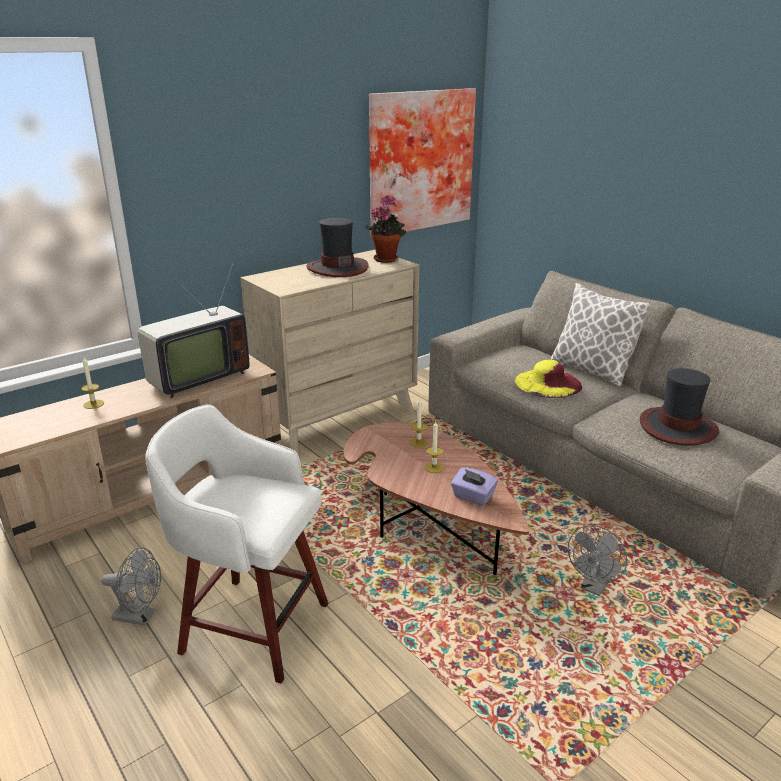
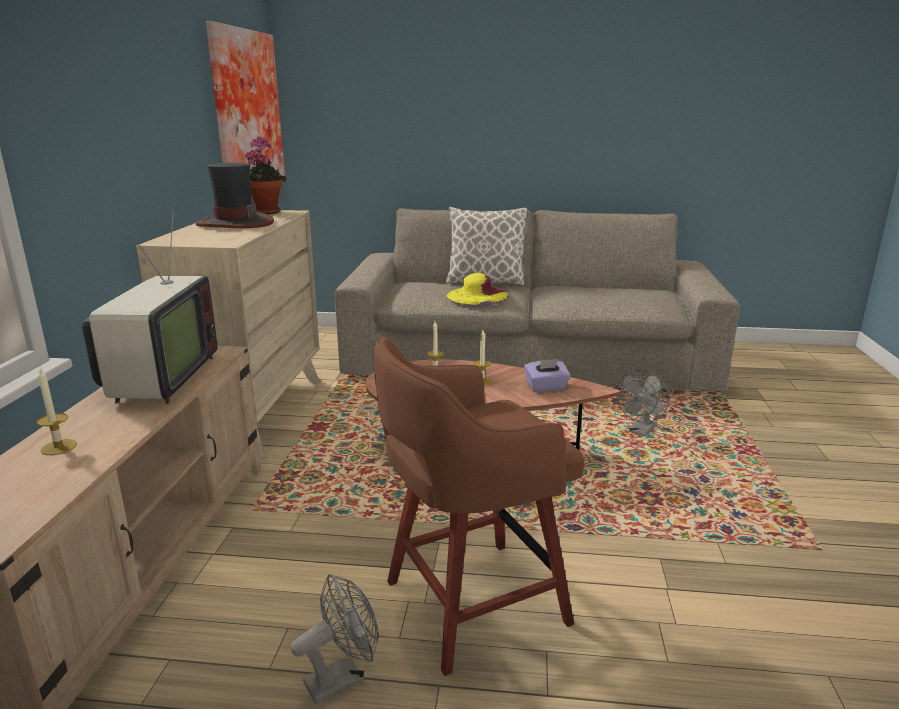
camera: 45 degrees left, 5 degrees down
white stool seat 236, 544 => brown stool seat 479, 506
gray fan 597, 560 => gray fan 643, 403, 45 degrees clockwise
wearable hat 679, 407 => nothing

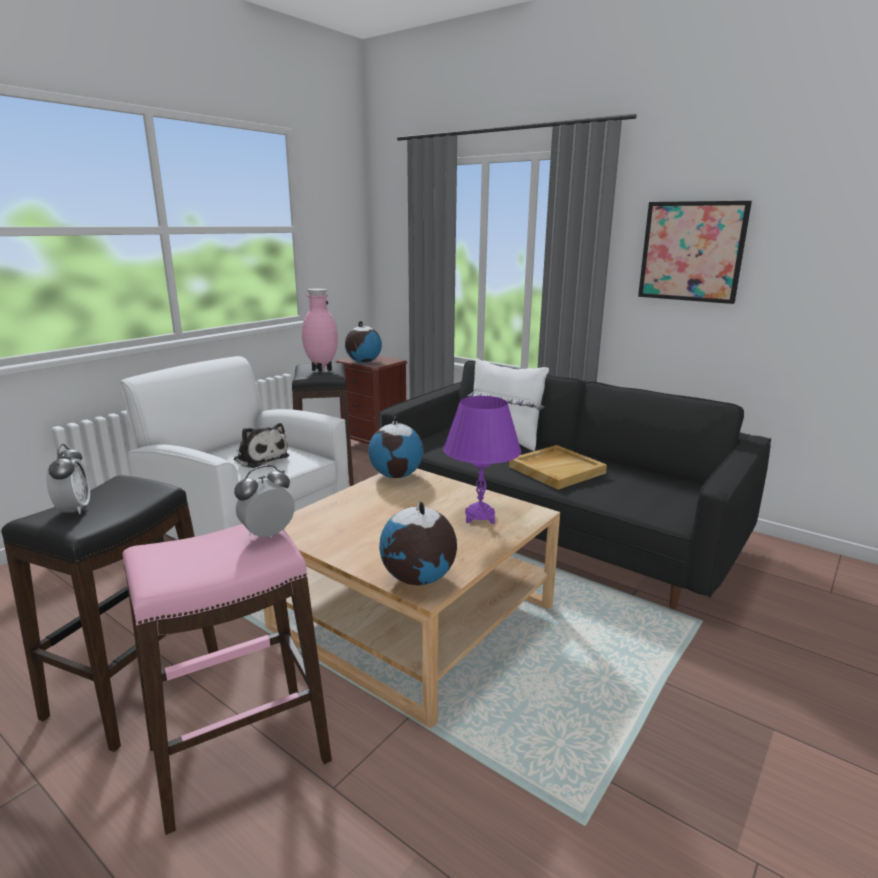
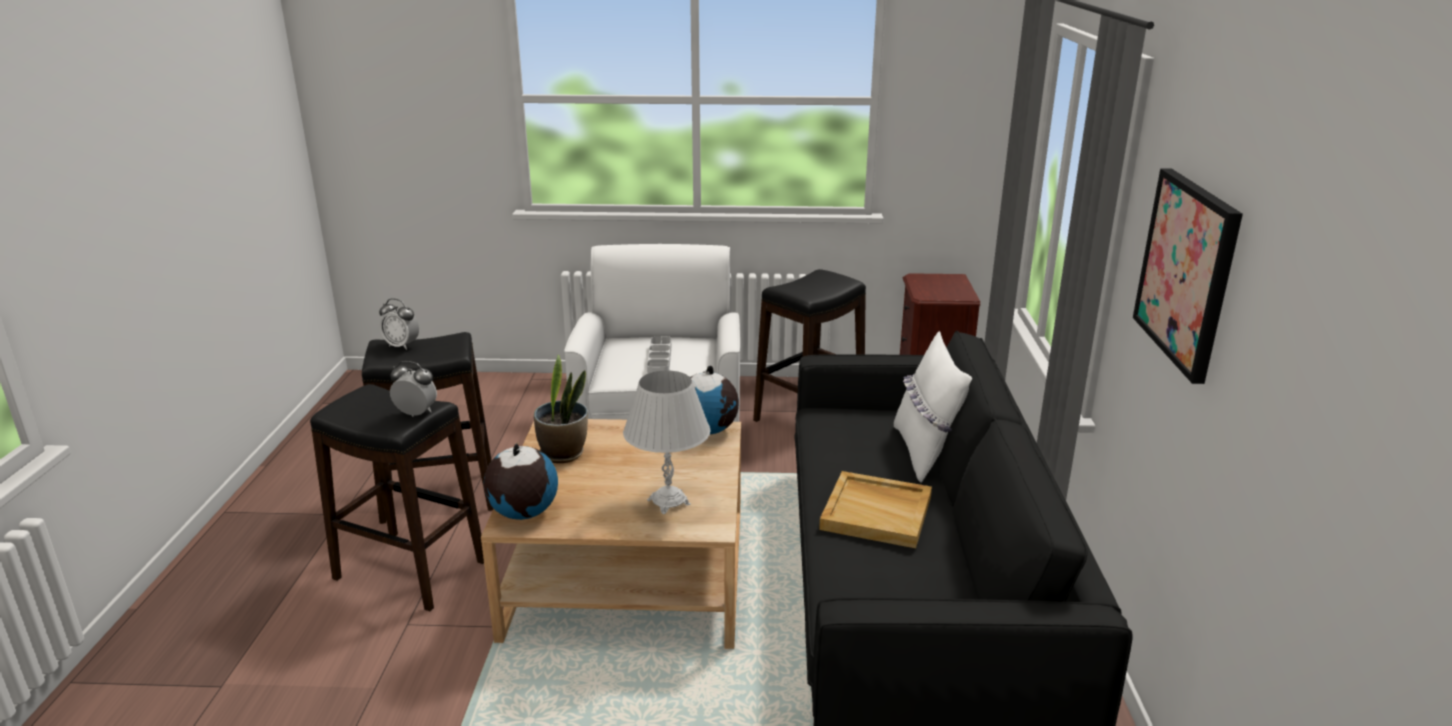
camera: 55 degrees right, 5 degrees up
pink-coloured stool seat 227, 679 => black-coloured stool seat 397, 497
alarm clock 68, 479 => alarm clock 399, 324, 75 degrees clockwise
nothing => plant in a pot 561, 408
purple-coloured table lamp 482, 460 => white table lamp 667, 442
cuddly toy 261, 445 => gray tray 659, 355
pink-coloured decorative vase 320, 330 => nothing
desk globe 363, 342 => nothing

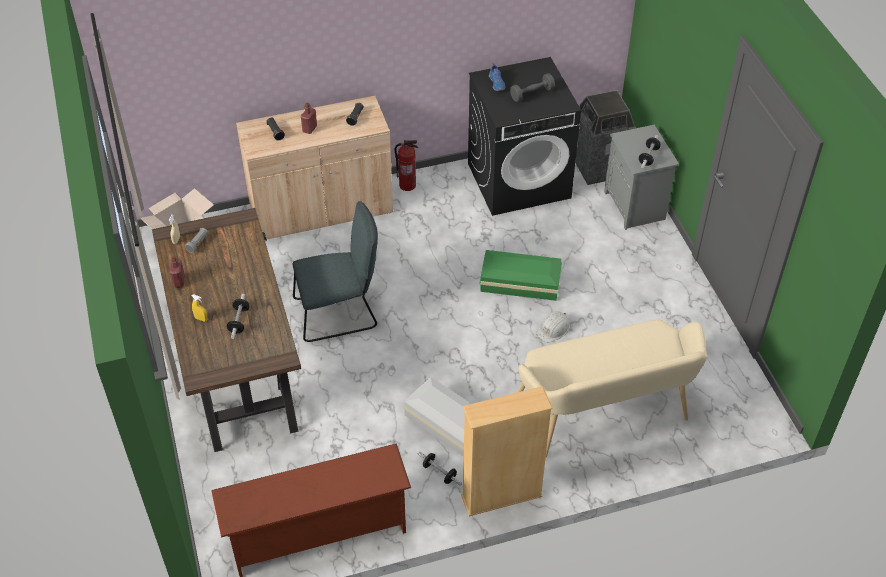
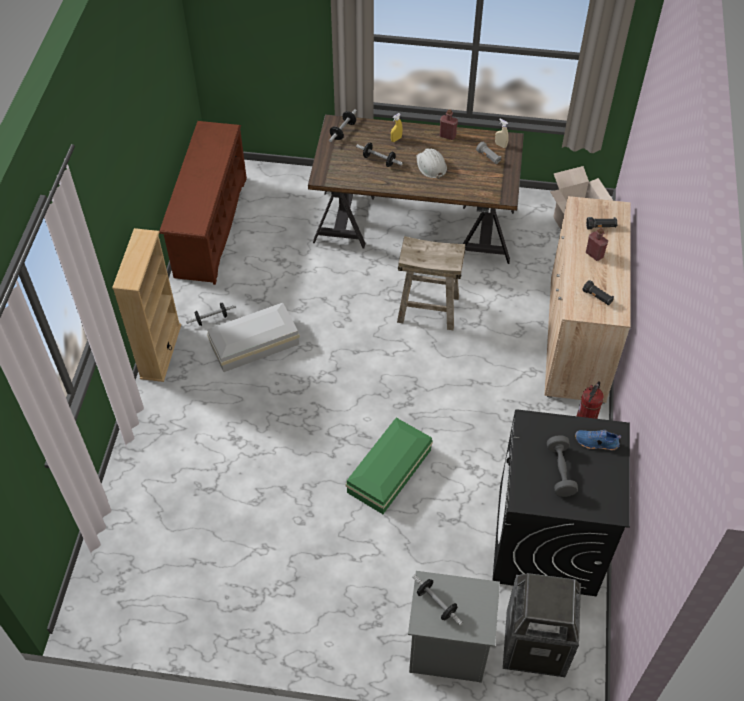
camera: 115 degrees right, 5 degrees up
nothing => free weight 343, 125
gray plain chair 335, 271 => sand-coloured stool seat 431, 283
white hard hat 553, 327 => white hard hat 432, 163, shifted
sand-coloured bench 612, 388 => nothing

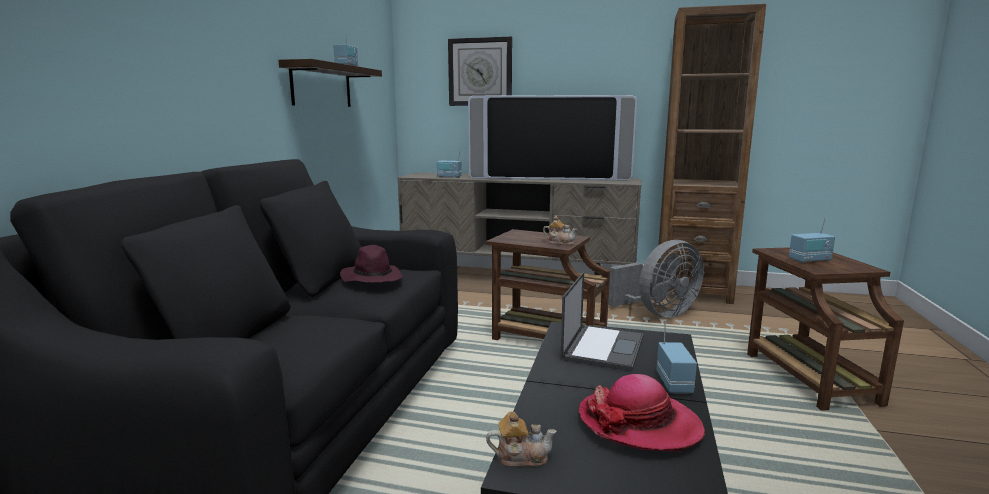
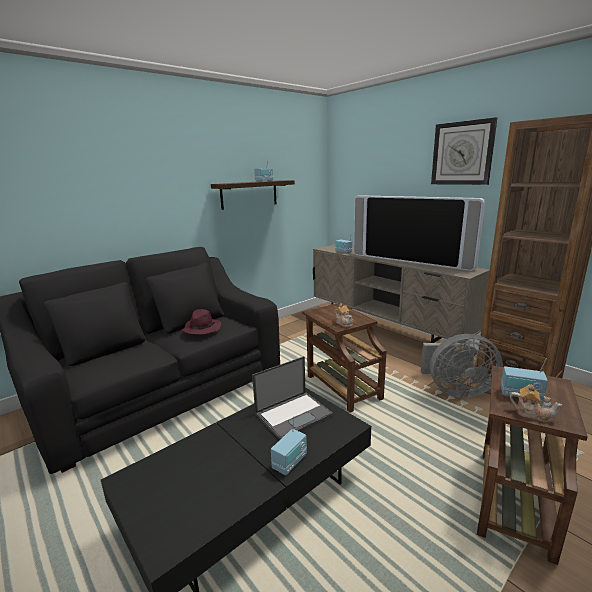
camera: 35 degrees right, 5 degrees up
hanging clock 480, 71 => hanging clock 464, 151, shifted
pot for tea 521, 439 => pot for tea 536, 404, shifted
wearable hat 641, 413 => nothing

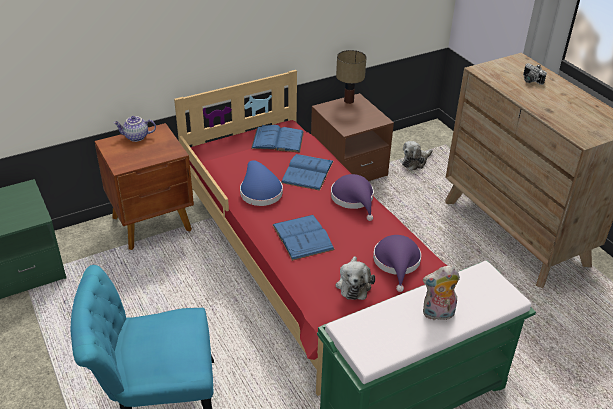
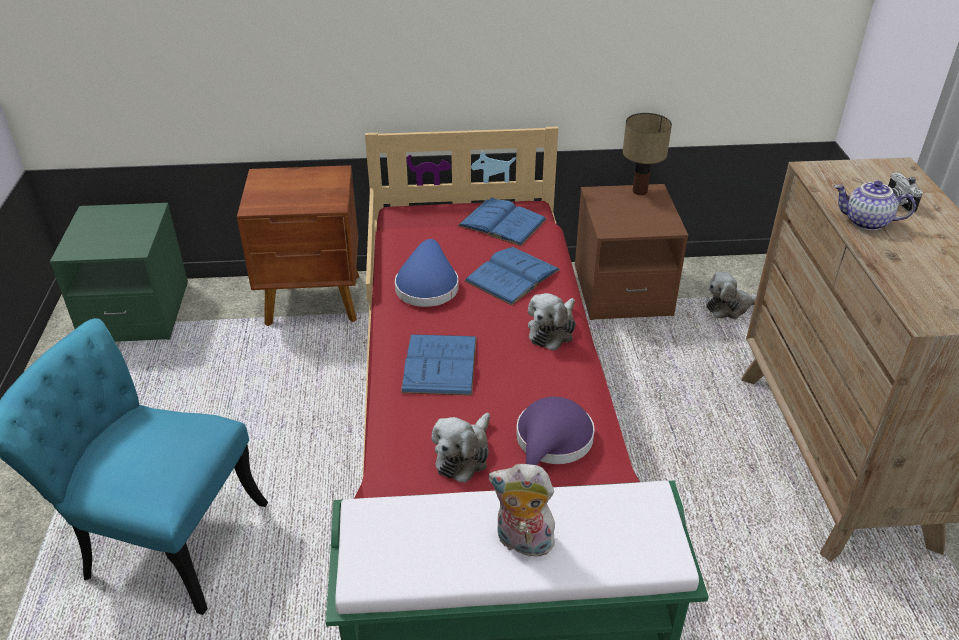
camera: 25 degrees right, 0 degrees up
purple-coloured wearable hat 352, 197 => cuddly toy 552, 322
pot for tea 134, 129 => pot for tea 875, 206, shifted

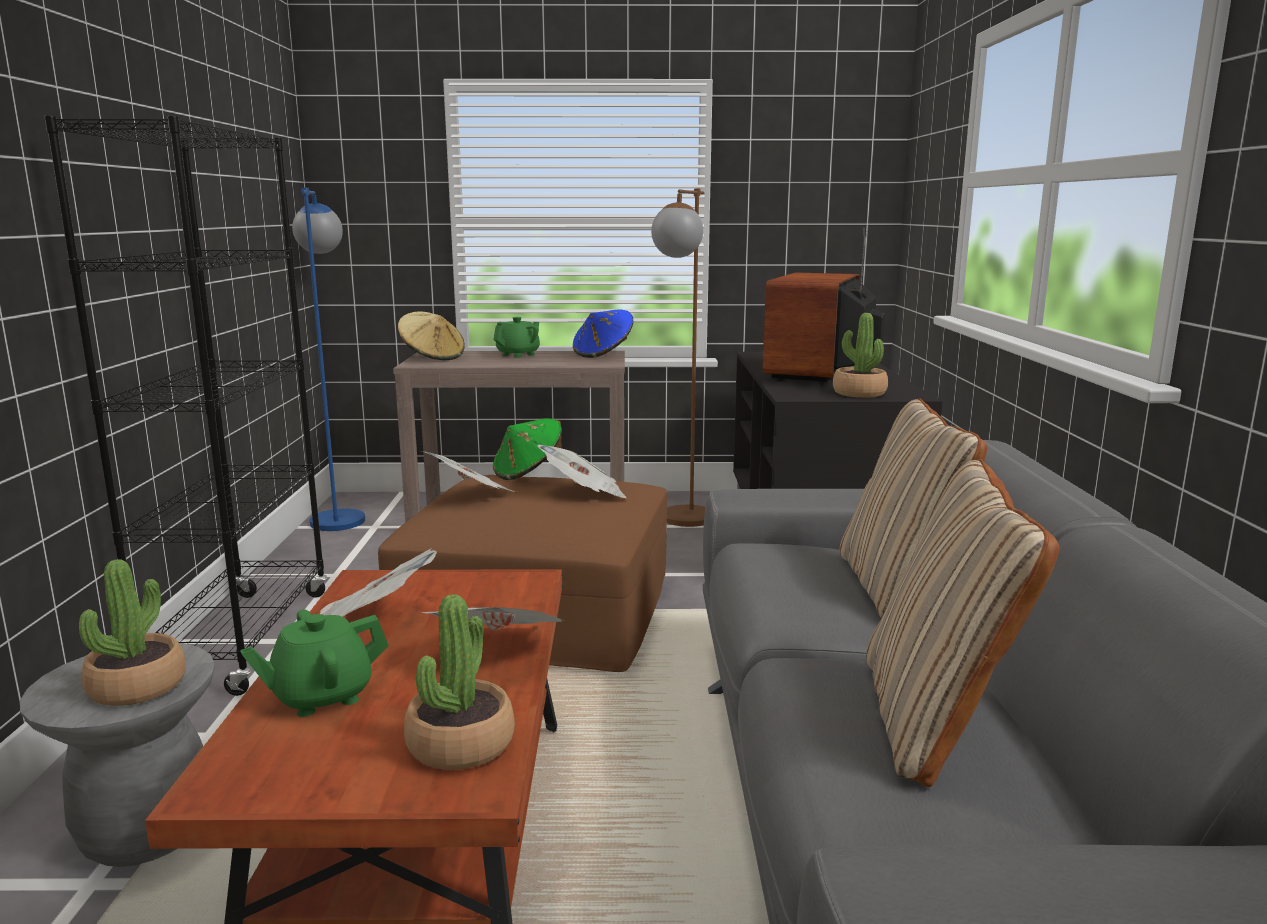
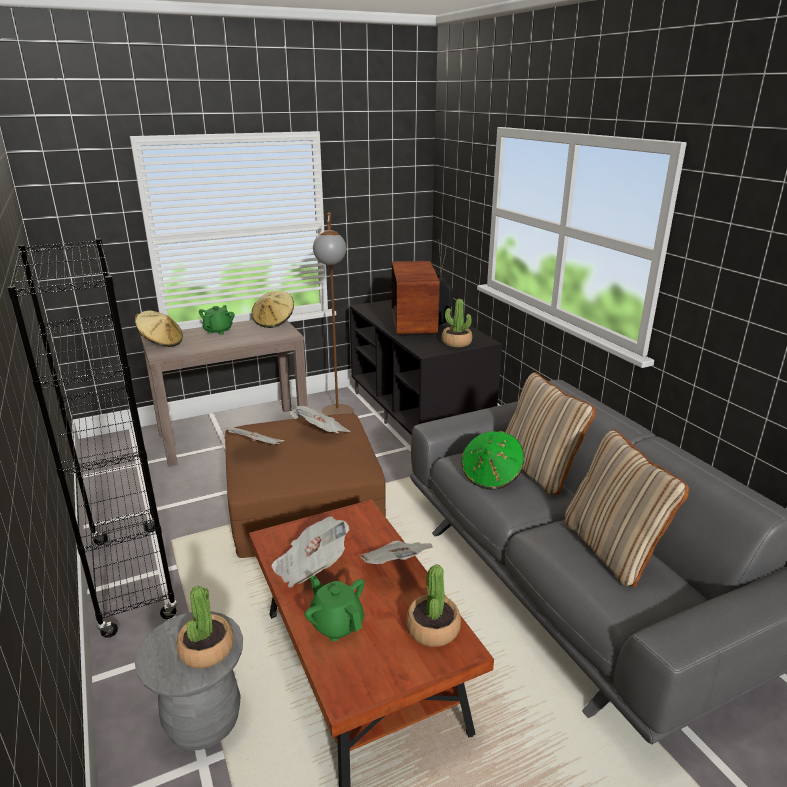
camera: 25 degrees left, 10 degrees up
blue-coloured wearable hat 603, 333 => sand-coloured wearable hat 273, 309
greenish pot for tea 314, 663 => greenish pot for tea 334, 608, 105 degrees clockwise
greenish wearable hat 527, 449 => greenish wearable hat 493, 460, shifted
blue-coloured floor lamp 328, 359 => nothing

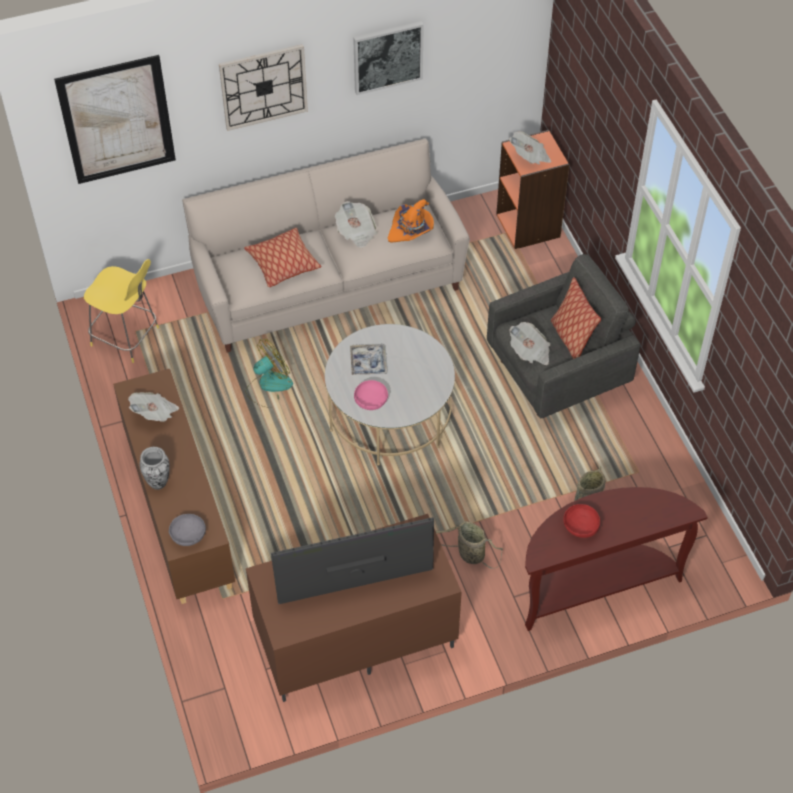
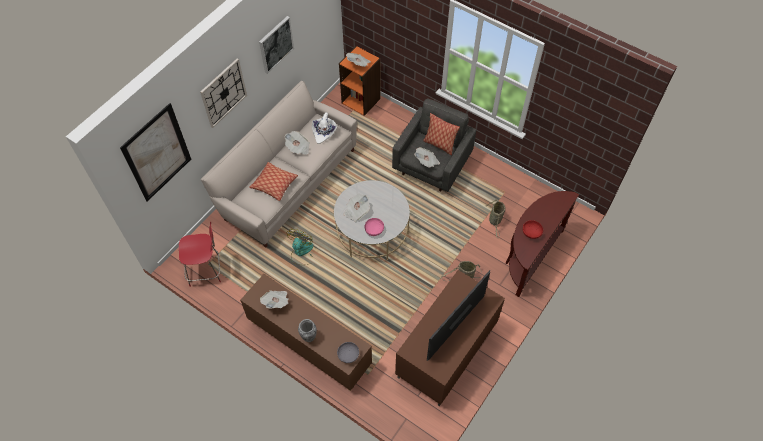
camera: 35 degrees left, 5 degrees up
yellowish stool seat 121, 311 => red stool seat 200, 254
orange wearable hat 411, 221 => white wearable hat 324, 128
tray 368, 359 => newspaper 356, 208

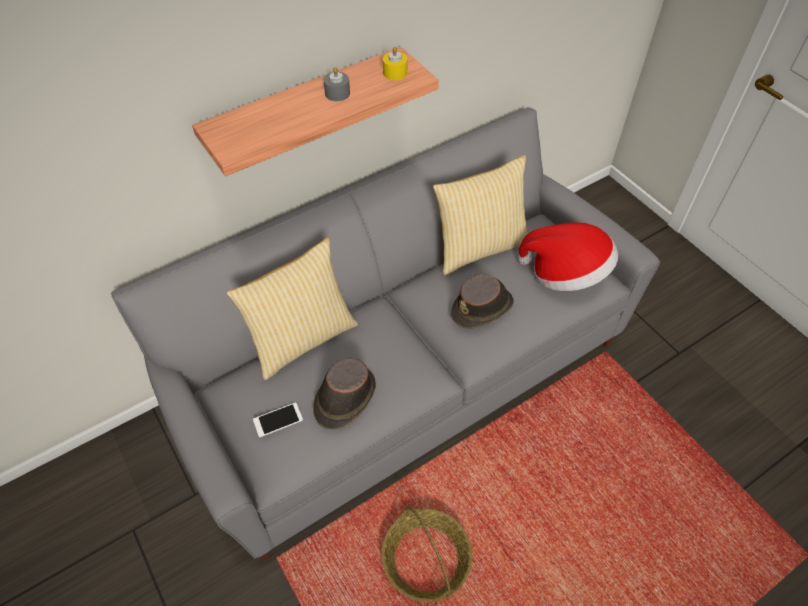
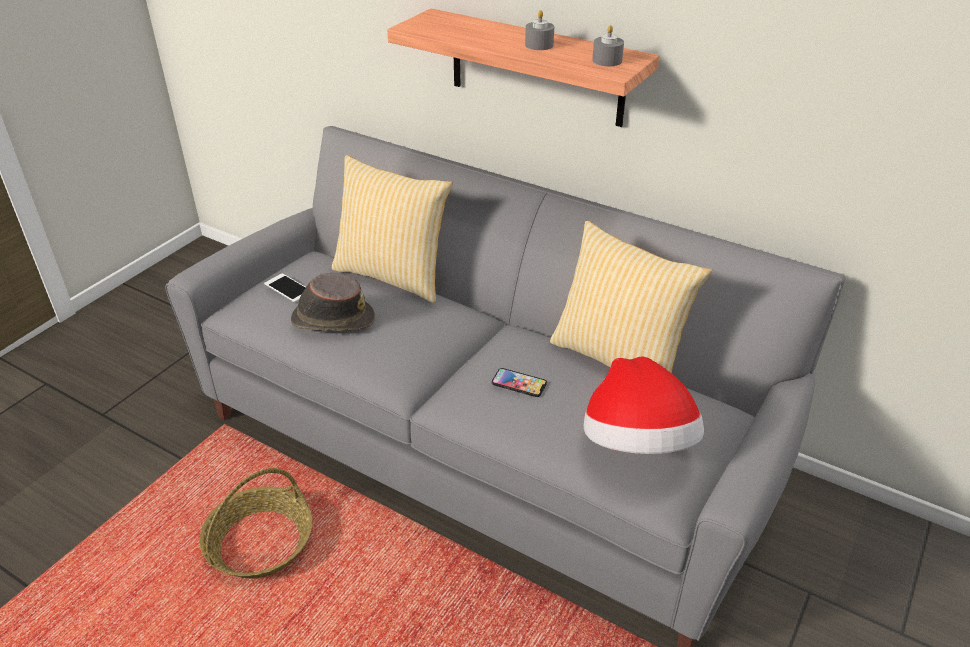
camera: 65 degrees right, 15 degrees down
brown wearable hat 482, 301 => handset 519, 382
yellowish wax light 395, 63 => gray wax light 608, 45

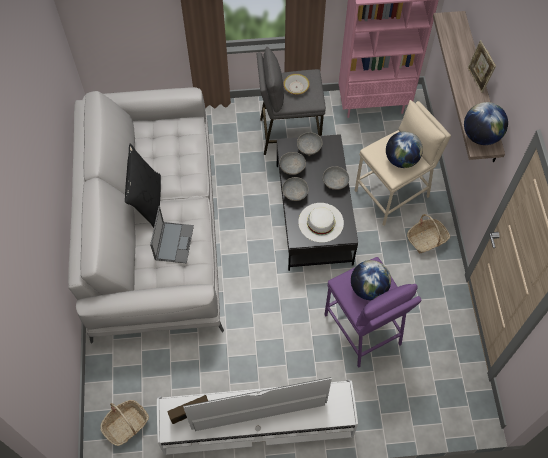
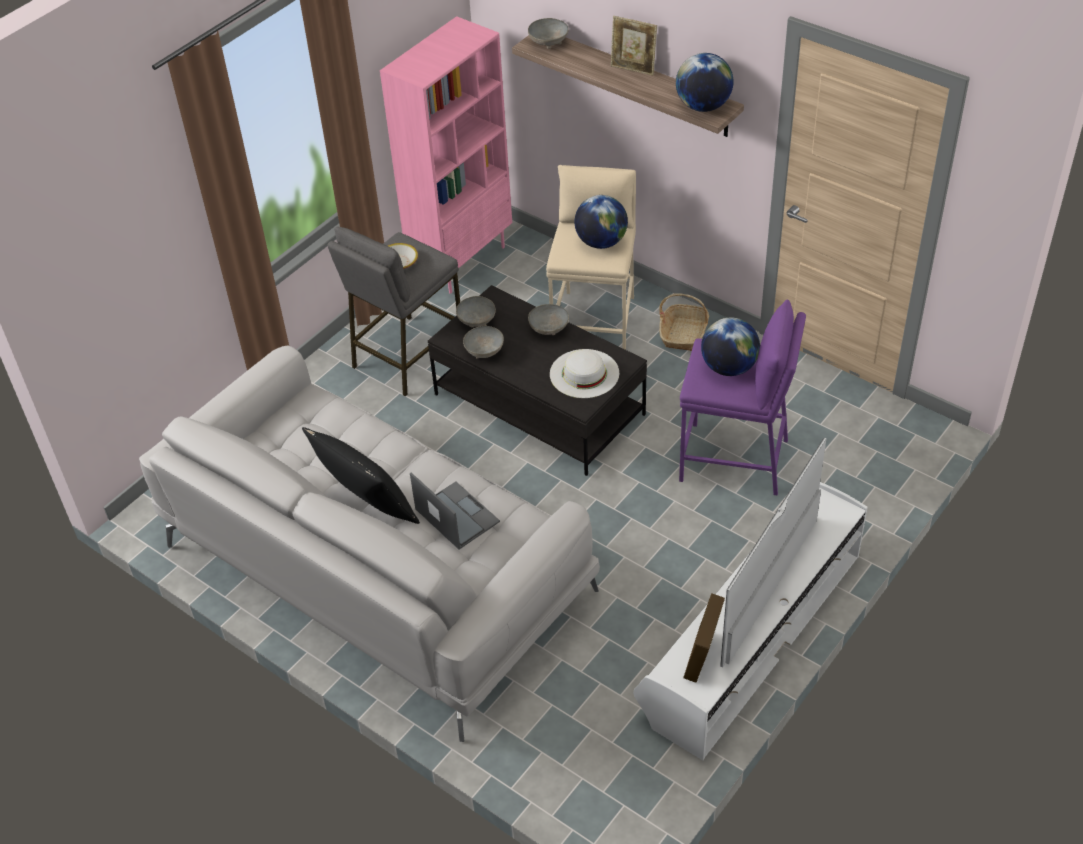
camera: 45 degrees left, 15 degrees down
gray deep dish 295, 189 => gray deep dish 548, 33, shifted
basket 124, 423 => nothing

